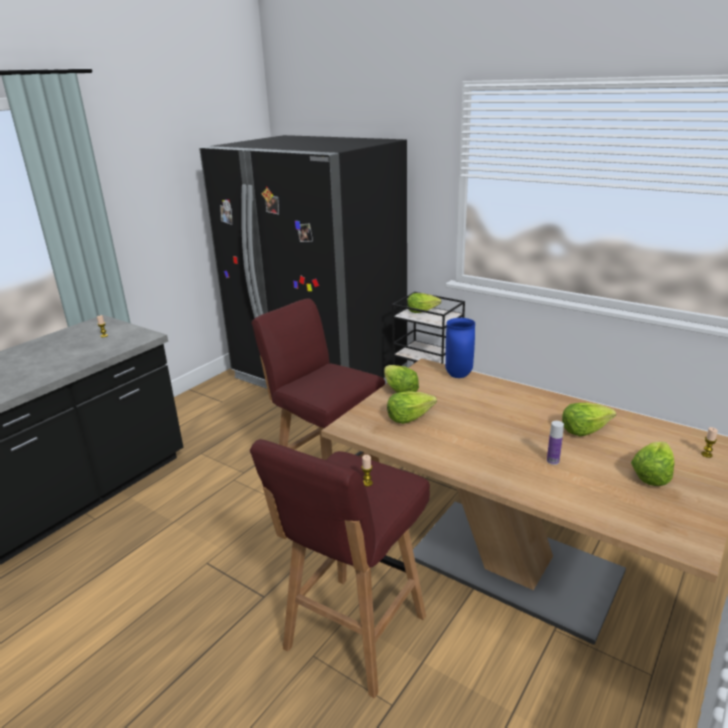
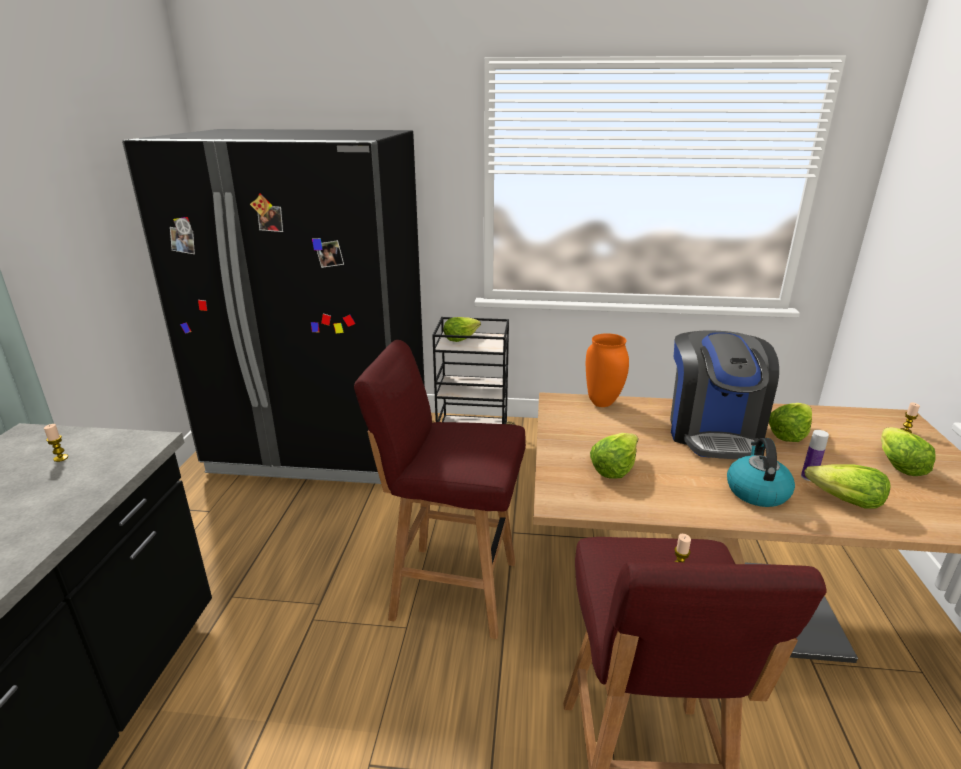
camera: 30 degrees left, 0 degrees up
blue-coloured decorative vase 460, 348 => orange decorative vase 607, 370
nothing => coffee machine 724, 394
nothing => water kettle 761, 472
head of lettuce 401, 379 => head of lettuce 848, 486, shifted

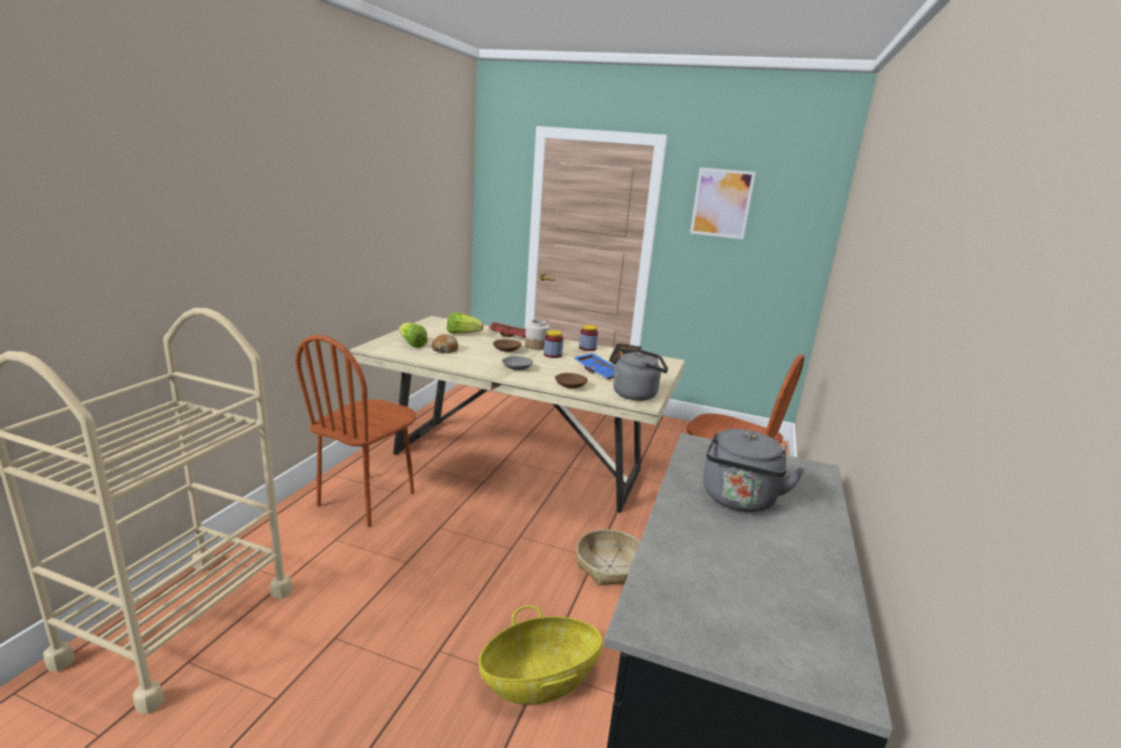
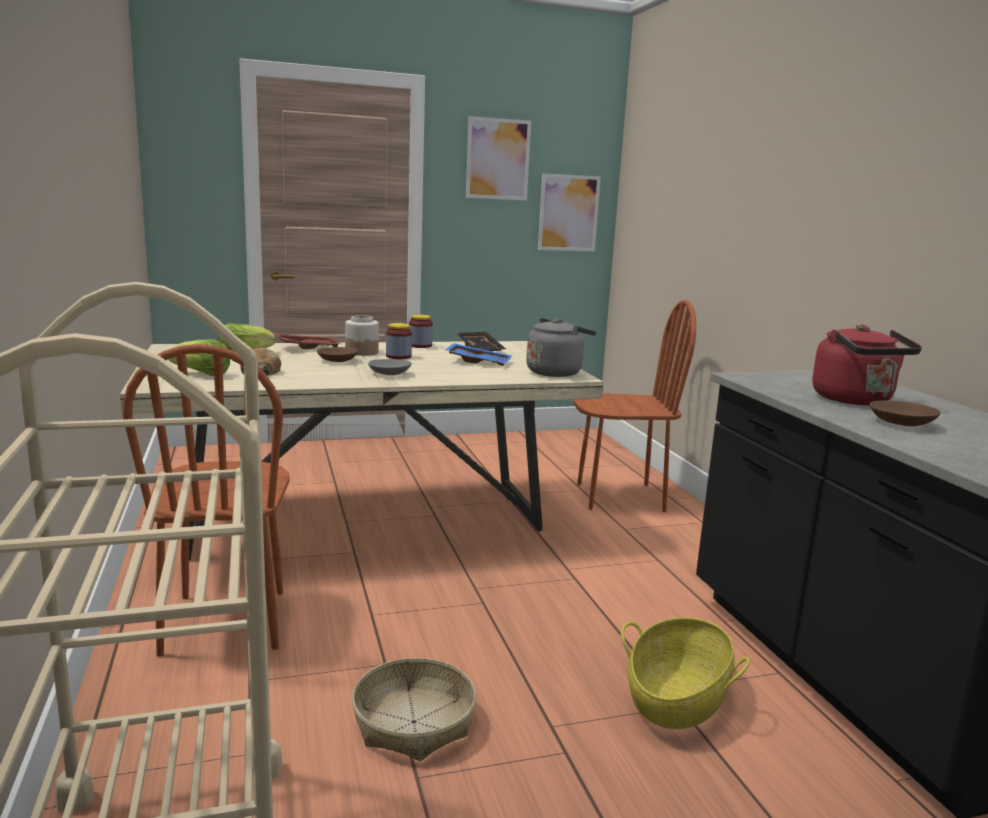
camera: 35 degrees left, 5 degrees down
basket 608, 557 => basket 414, 709, shifted
nothing => wall art 569, 212
gray water kettle 754, 470 => red water kettle 867, 364
brown deep dish 571, 381 => brown deep dish 905, 413, shifted

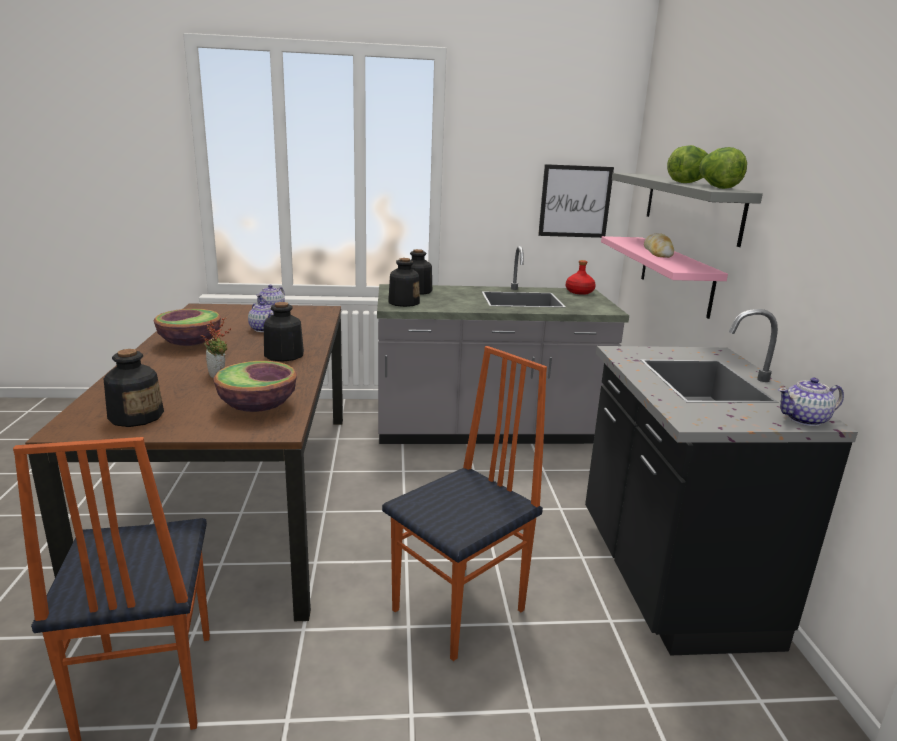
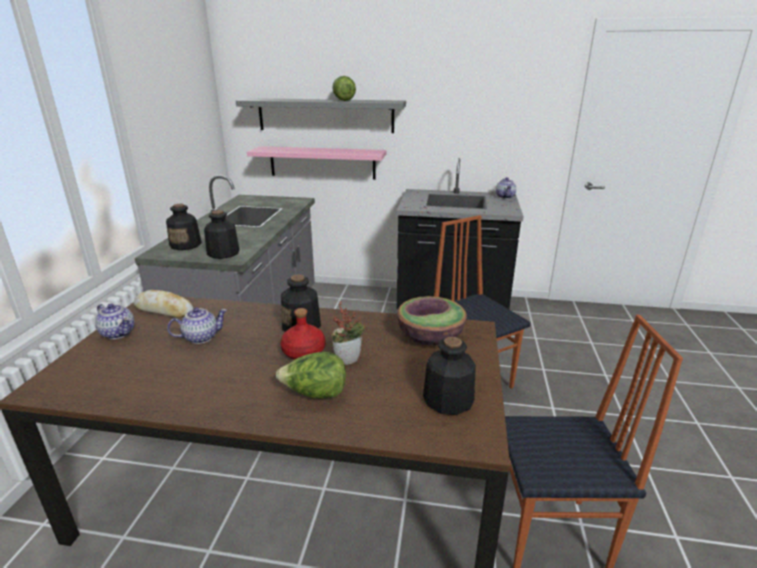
camera: 75 degrees left, 5 degrees up
bread 659, 245 => bread 163, 304, shifted
head of lettuce 723, 168 => head of lettuce 311, 375, shifted
red beverage bottle 581, 277 => red beverage bottle 303, 334, shifted
deep dish 187, 327 => nothing
wall art 576, 201 => nothing

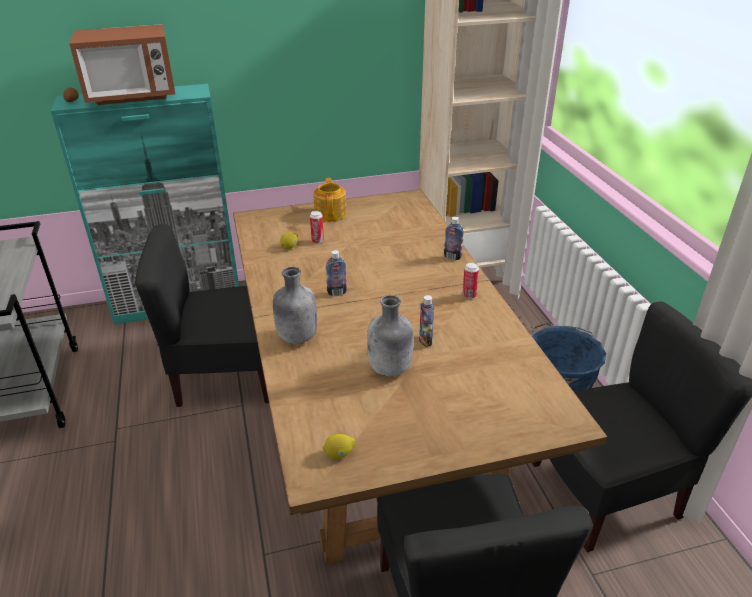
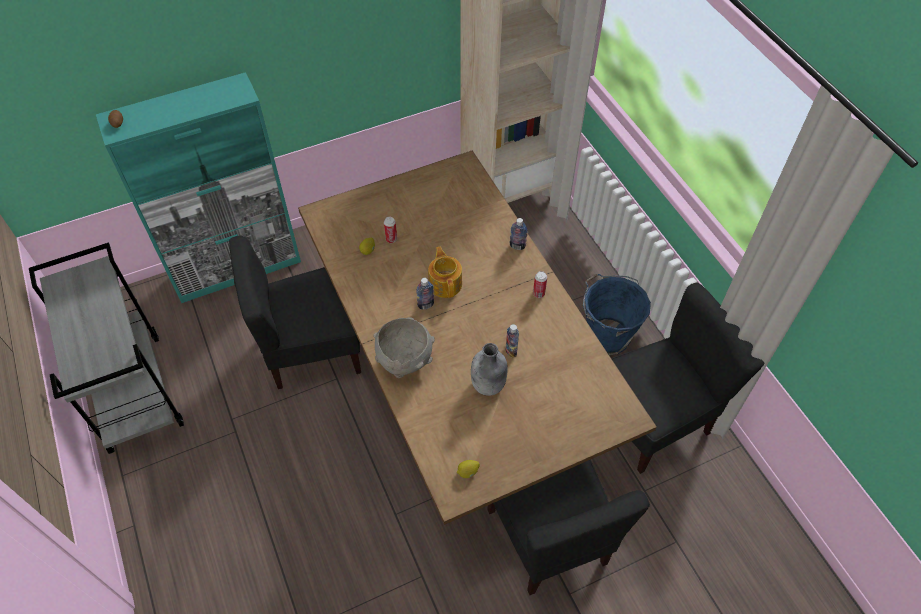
camera: 10 degrees left, 20 degrees up
gray beverage bottle 295, 305 => gray deep dish 404, 347
pot for tea 330, 200 => pot for tea 445, 272, shifted
microwave oven 122, 64 => nothing

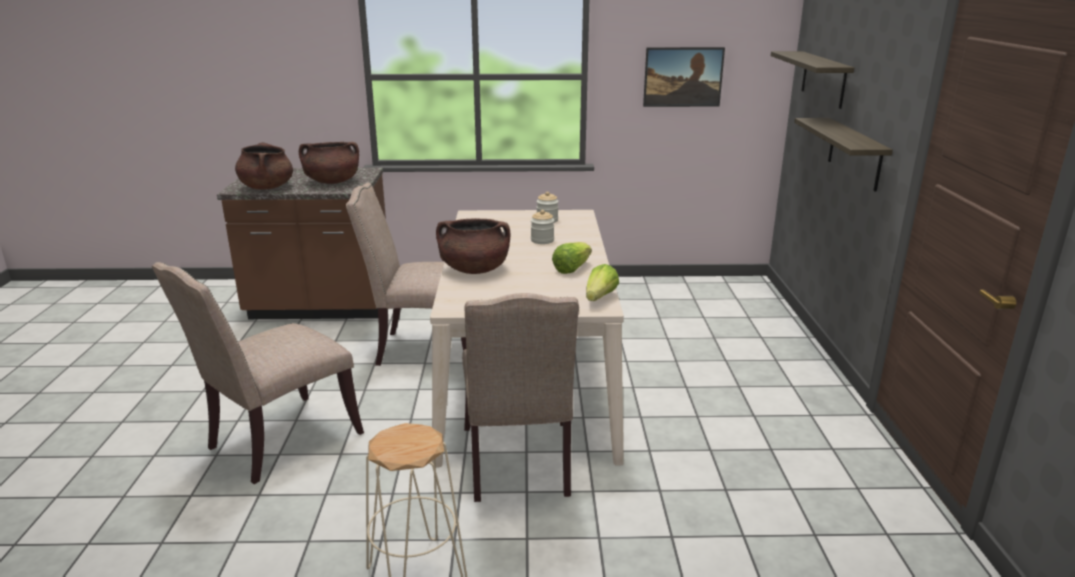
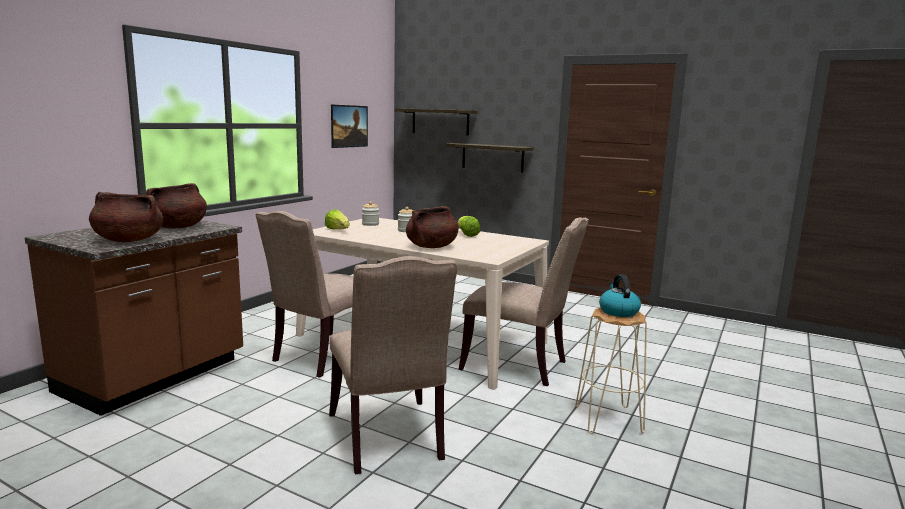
camera: 60 degrees left, 10 degrees down
head of lettuce 602, 282 => head of lettuce 337, 219, shifted
nothing => water kettle 620, 295

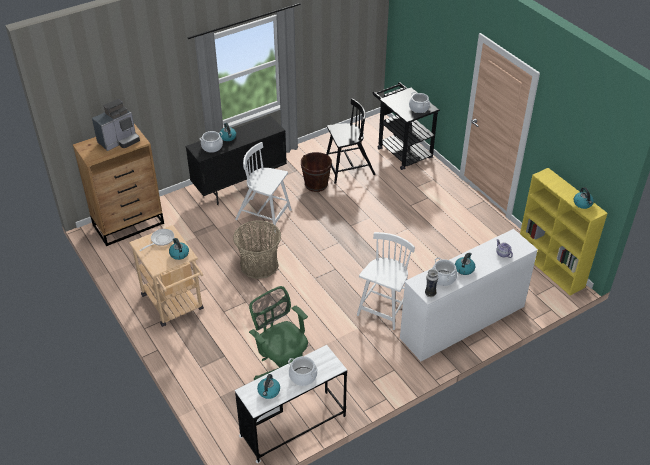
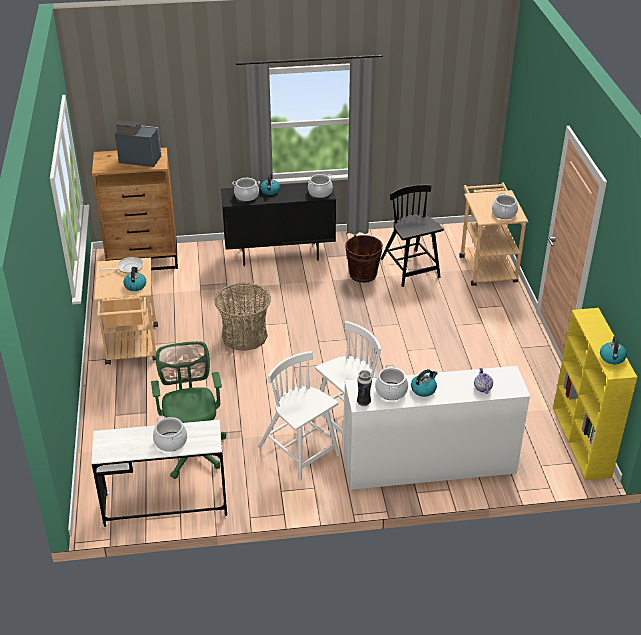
camera: 25 degrees right, 5 degrees down
coffee machine 116, 125 => coffee machine 138, 143, 150 degrees counterclockwise
white plain chair 263, 187 => white plain chair 299, 416, shifted
nothing => stockpot 320, 186
black-coloured plain chair 351, 141 => black-coloured plain chair 412, 235, 120 degrees counterclockwise
black-coloured trolley 406, 126 => sand-coloured trolley 494, 234
water kettle 268, 386 => nothing

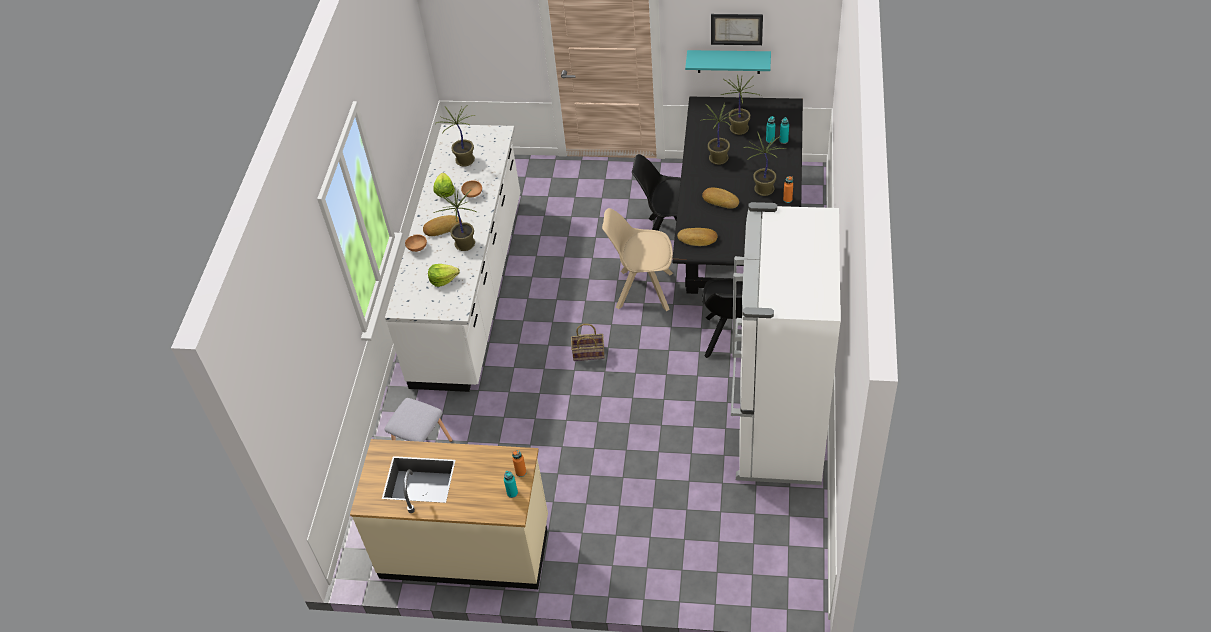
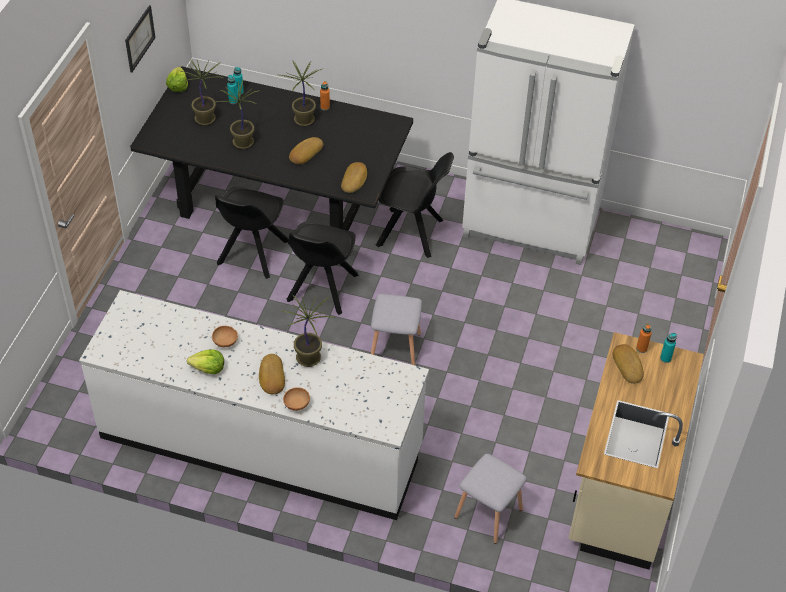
camera: 85 degrees left, 0 degrees up
head of lettuce 444, 275 => head of lettuce 177, 79, shifted
sand-coloured plain chair 637, 259 => black-coloured plain chair 323, 268
basket 588, 342 => gray stool seat 396, 329
nothing => bread 628, 364
plant in a pot 455, 136 => nothing
turquoise-coloured bracket shelf 728, 62 => nothing

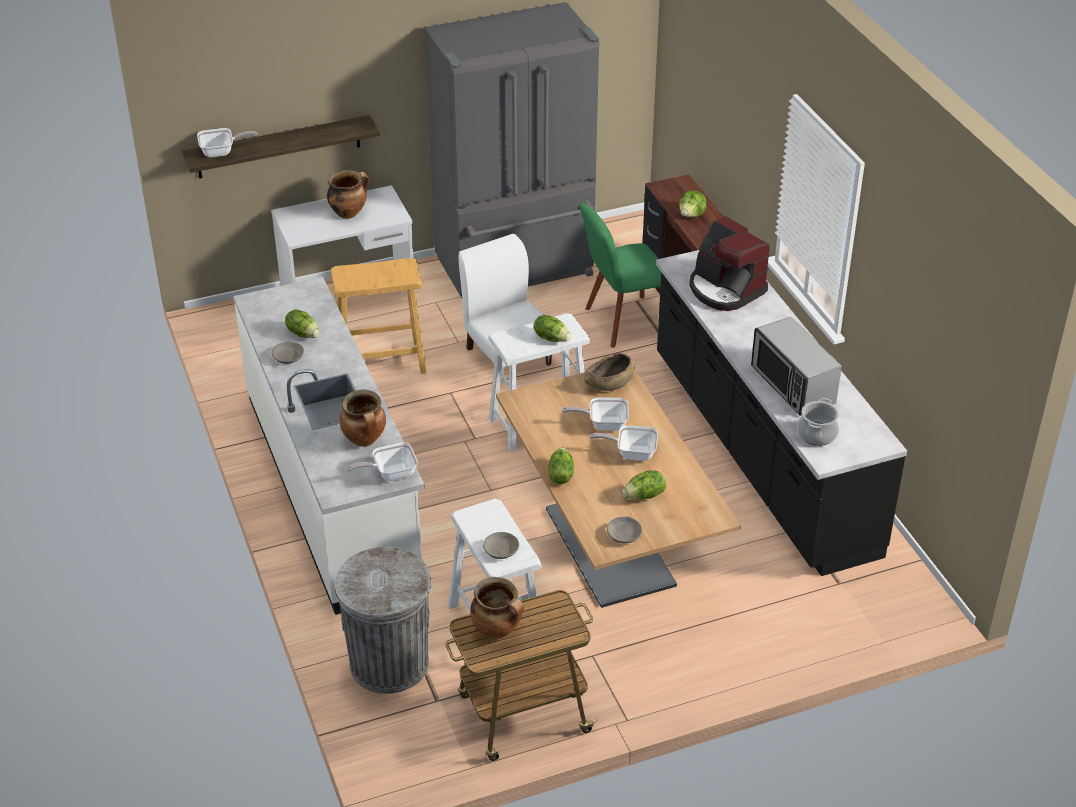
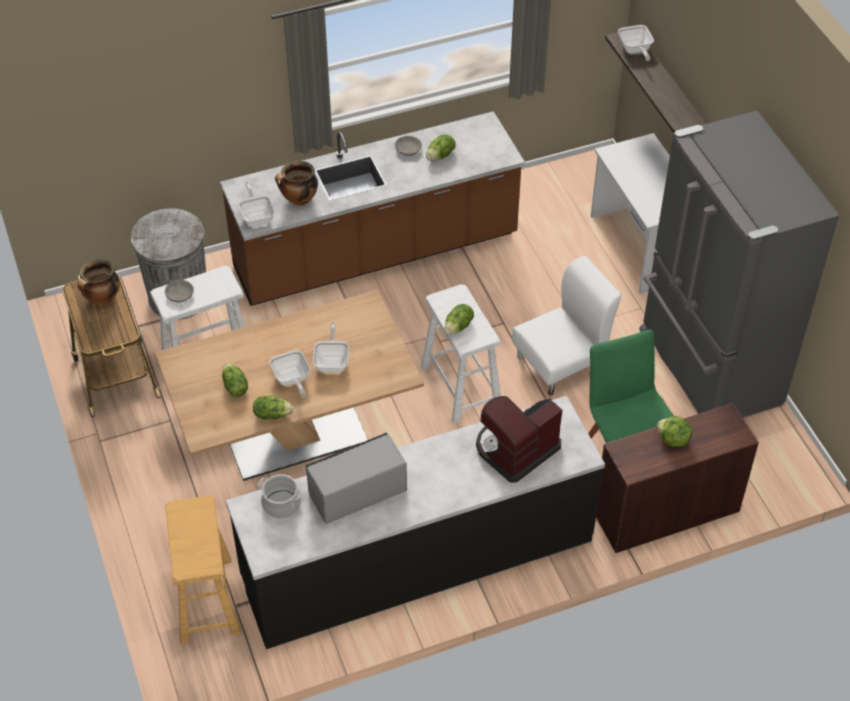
camera: 90 degrees right, 10 degrees up
sand-coloured stool seat 379, 316 => sand-coloured stool seat 203, 569, shifted
white kitchen counter 329, 446 => brown kitchen counter 372, 208
head of lettuce 561, 465 => head of lettuce 273, 408, shifted
pan 624, 443 => pan 289, 374, 150 degrees clockwise
stockpot 348, 194 => nothing
brown deep dish 609, 372 => nothing
gray deep dish 624, 530 => nothing

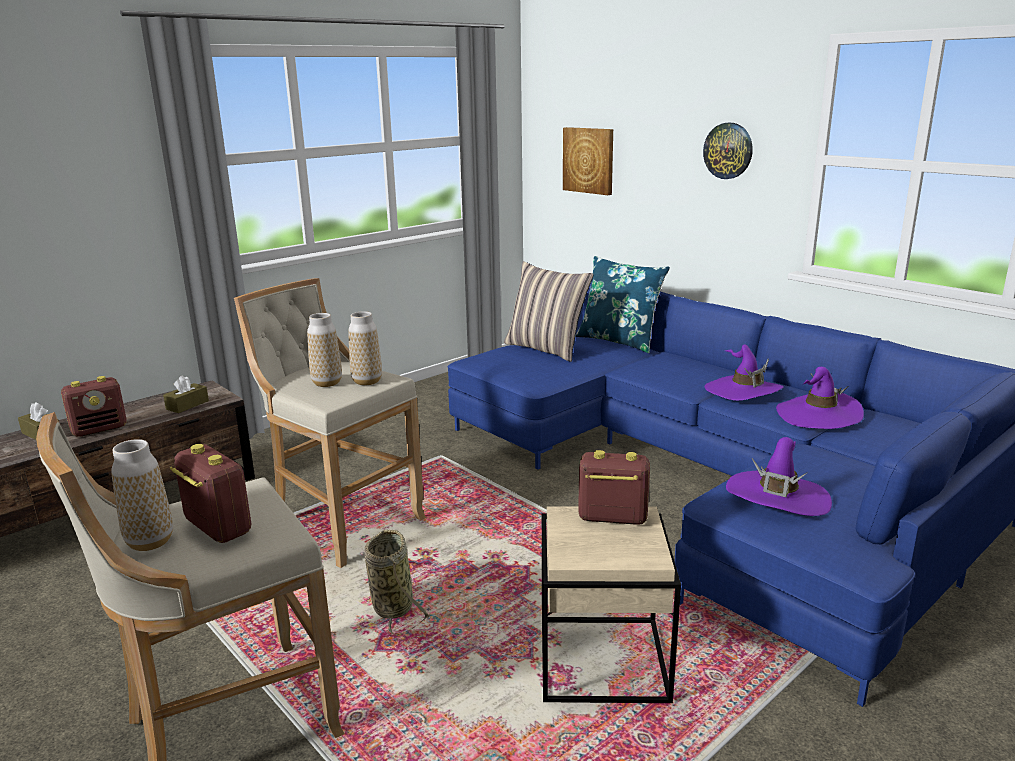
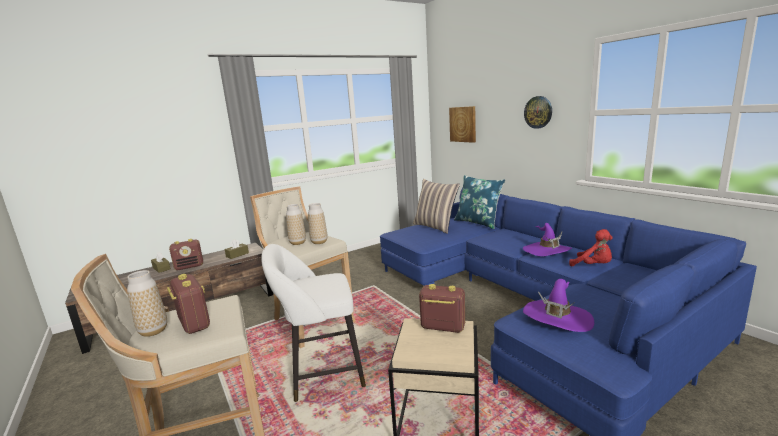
camera: 10 degrees right, 5 degrees down
basket 397, 583 => white stool seat 313, 323
purple-coloured wearable hat 820, 398 => red cuddly toy 591, 248

